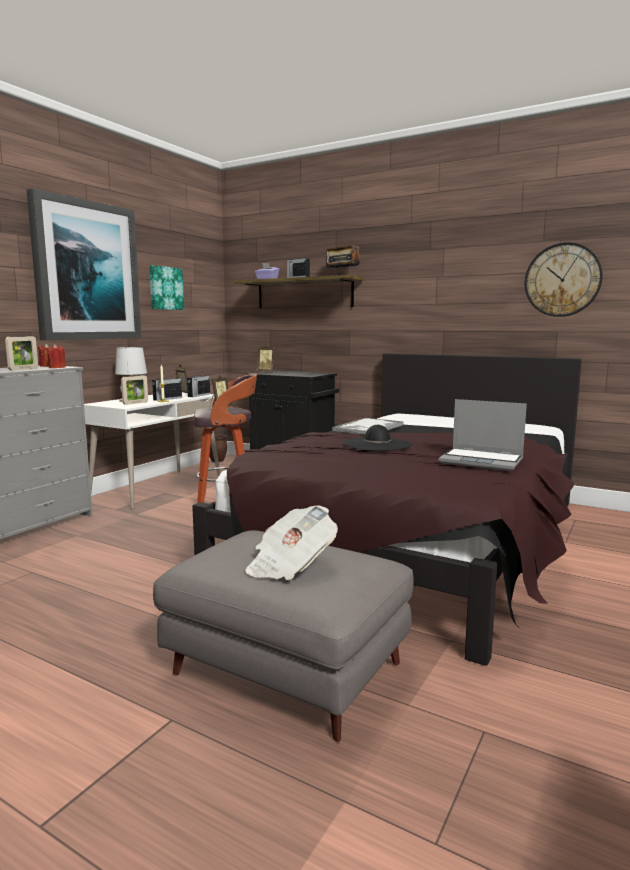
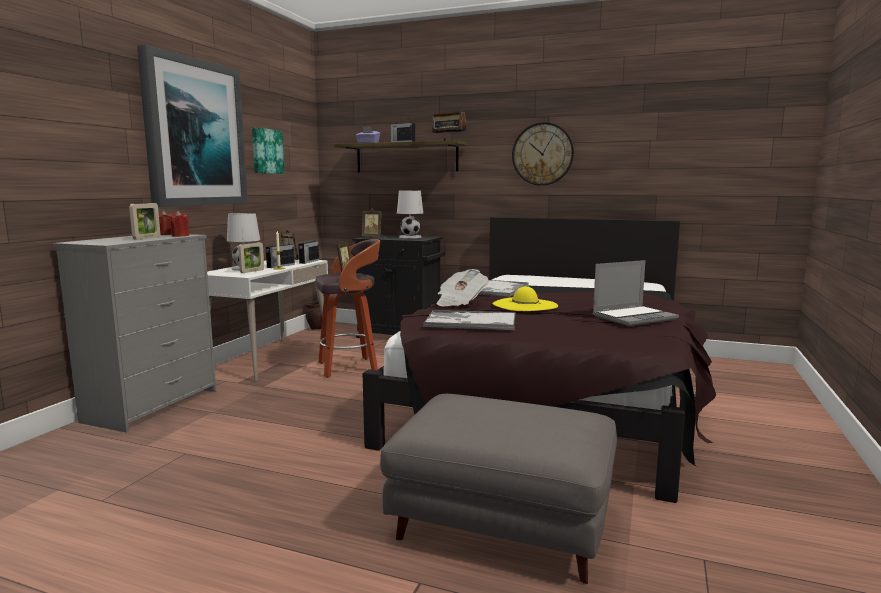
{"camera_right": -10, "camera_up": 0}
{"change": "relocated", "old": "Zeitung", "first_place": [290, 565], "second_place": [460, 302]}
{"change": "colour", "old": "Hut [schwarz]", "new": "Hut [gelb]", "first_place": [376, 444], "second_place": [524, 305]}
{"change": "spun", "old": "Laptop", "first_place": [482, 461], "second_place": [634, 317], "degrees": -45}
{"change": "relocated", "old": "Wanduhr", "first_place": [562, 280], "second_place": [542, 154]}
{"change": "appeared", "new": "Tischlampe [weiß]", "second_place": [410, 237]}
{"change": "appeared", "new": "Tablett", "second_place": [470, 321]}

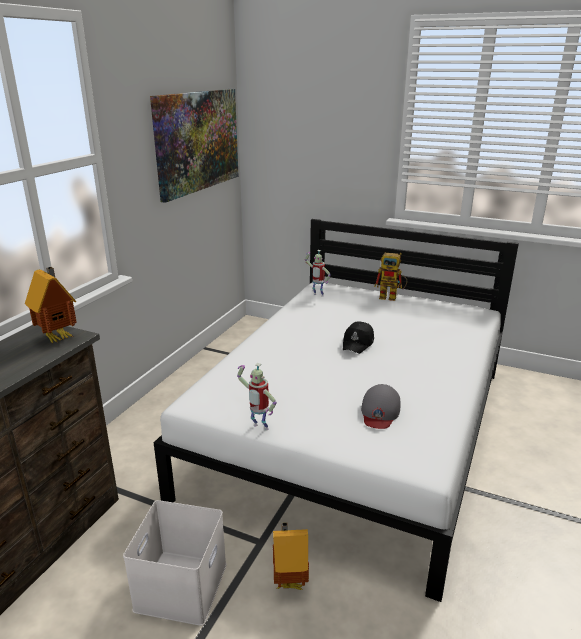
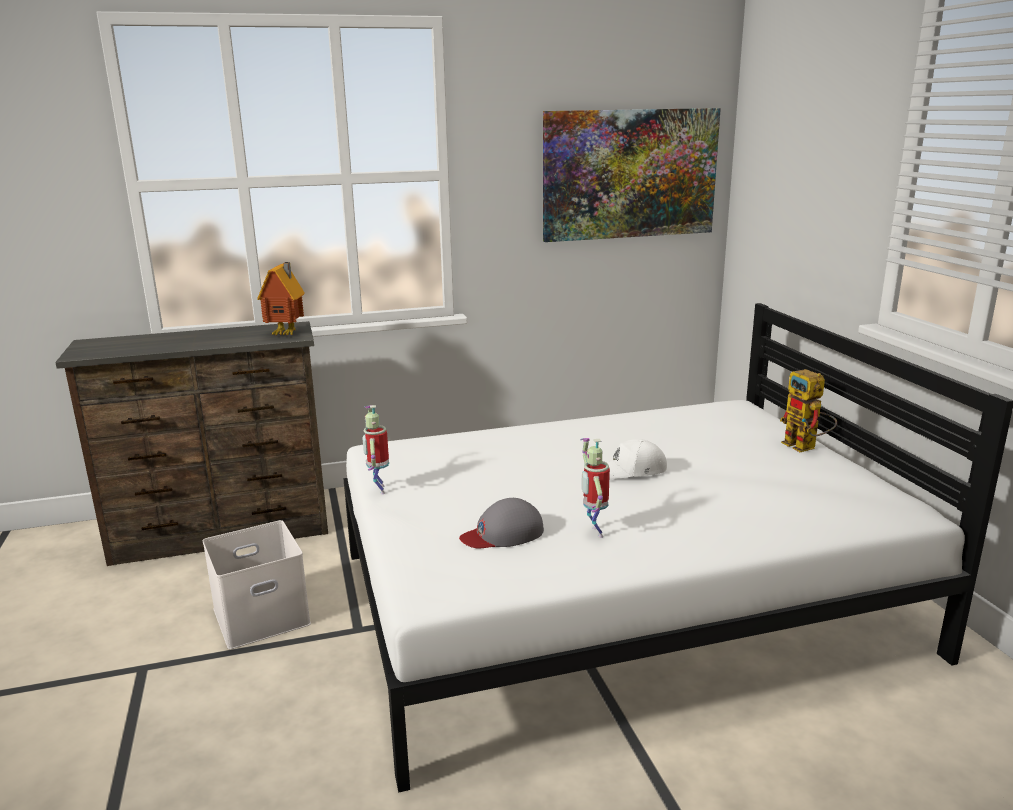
{"camera_right": 50, "camera_up": -5}
{"change": "missing", "old": "Spielzeughaus", "first_place": [289, 581]}
{"change": "relocated", "old": "Spielzeugroboter", "first_place": [317, 295], "second_place": [594, 532]}
{"change": "colour", "old": "Kappe [schwarz]", "new": "Kappe [weiß]", "first_place": [358, 343], "second_place": [632, 470]}

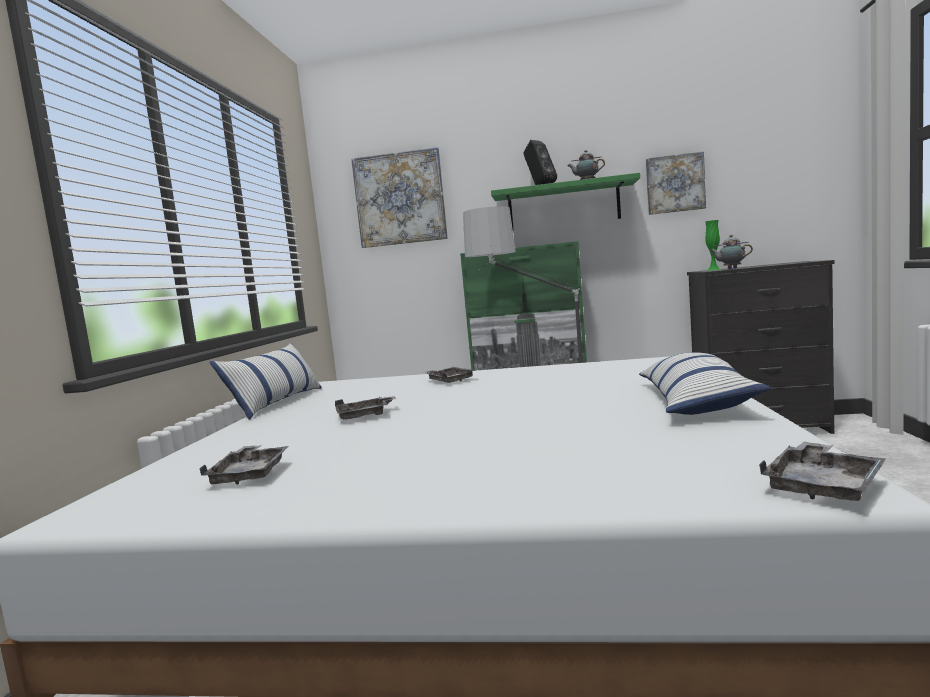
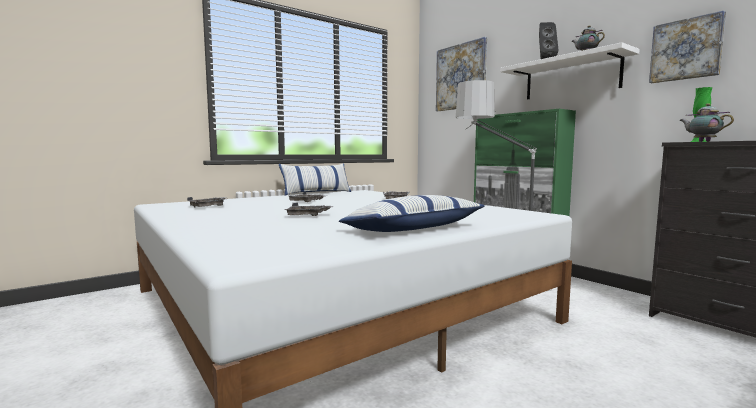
{"camera_right": 45, "camera_up": 0}
{"change": "colour", "old": "Wandregal [grün]", "new": "Wandregal [weiß]", "first_place": [563, 206], "second_place": [571, 77]}
{"change": "relocated", "old": "Tablett [grau]", "first_place": [823, 486], "second_place": [307, 216]}

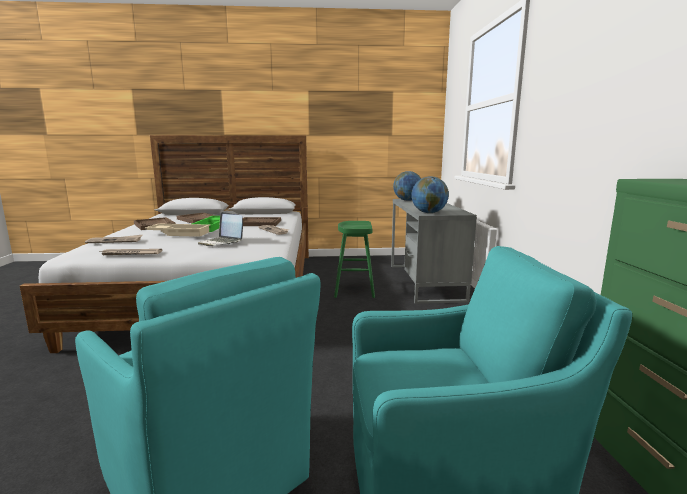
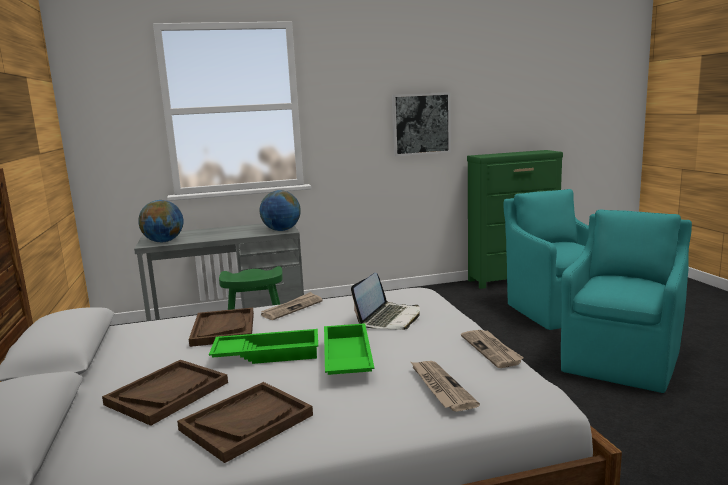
{"camera_right": -100, "camera_up": 0}
{"change": "colour", "old": "Tablett [beige]", "new": "Tablett [grün]", "first_place": [180, 233], "second_place": [345, 358]}
{"change": "appeared", "new": "Bild", "second_place": [421, 124]}

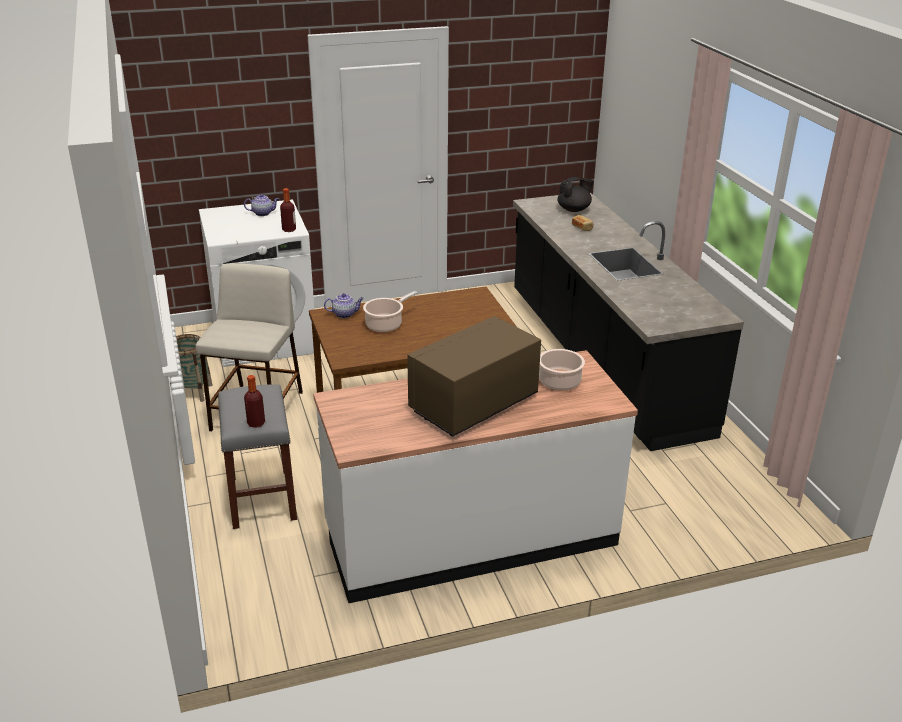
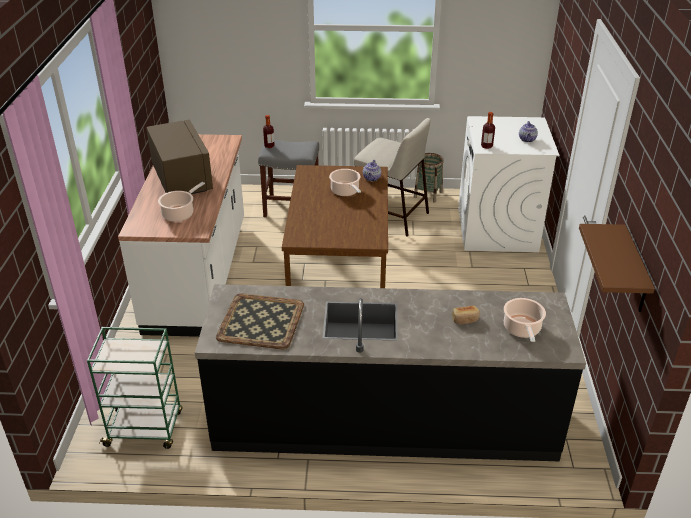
{"camera_right": 110, "camera_up": 5}
{"change": "exchanged", "old": "Teekanne [schwarz]", "new": "Kochtopf", "first_place": [574, 209], "second_place": [522, 329]}
{"change": "appeared", "new": "Rollwagen [grün]", "second_place": [145, 429]}
{"change": "appeared", "new": "Tablett", "second_place": [260, 322]}
{"change": "appeared", "new": "Wandregal [braun]", "second_place": [634, 271]}

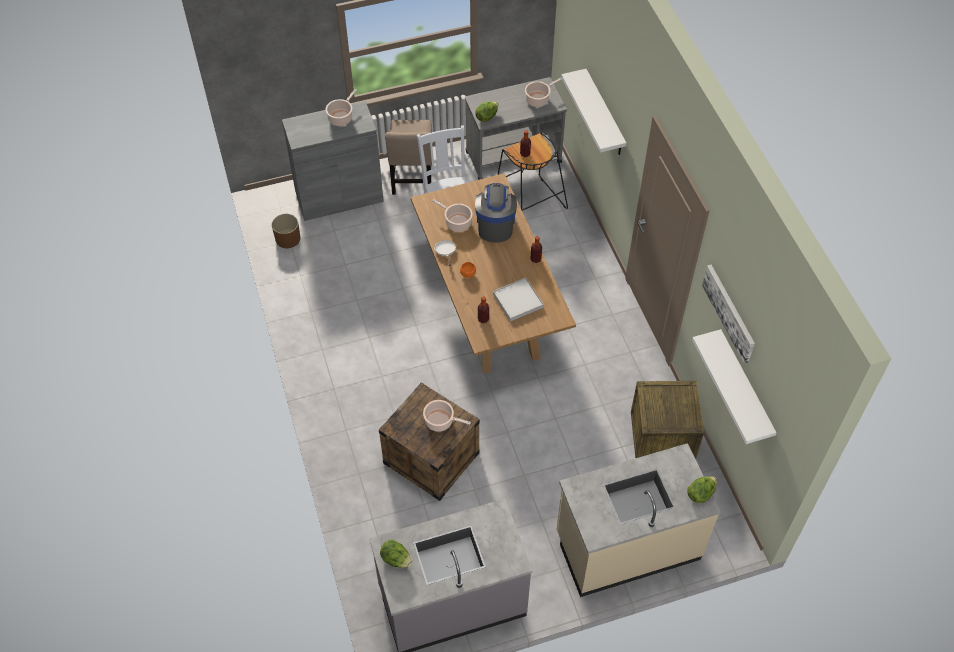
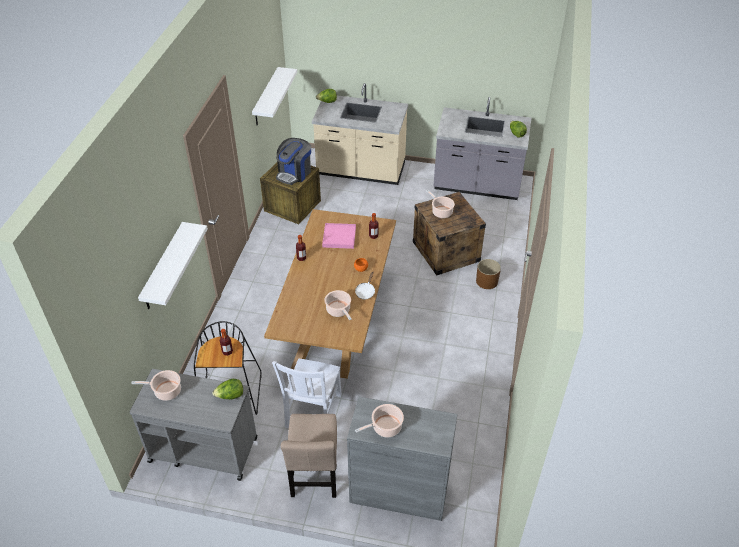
{"camera_right": -150, "camera_up": -10}
{"change": "relocated", "old": "Pflanzkübel [braun]", "first_place": [287, 238], "second_place": [486, 281]}
{"change": "spun", "old": "Stuhl [beige]", "first_place": [412, 178], "second_place": [314, 475], "degrees": 150}
{"change": "relocated", "old": "Kaffeemaschine", "first_place": [495, 224], "second_place": [294, 173]}
{"change": "colour", "old": "Tablett [weiß]", "new": "Tablett [rosa]", "first_place": [517, 301], "second_place": [339, 237]}
{"change": "missing", "old": "Bild", "first_place": [729, 312]}

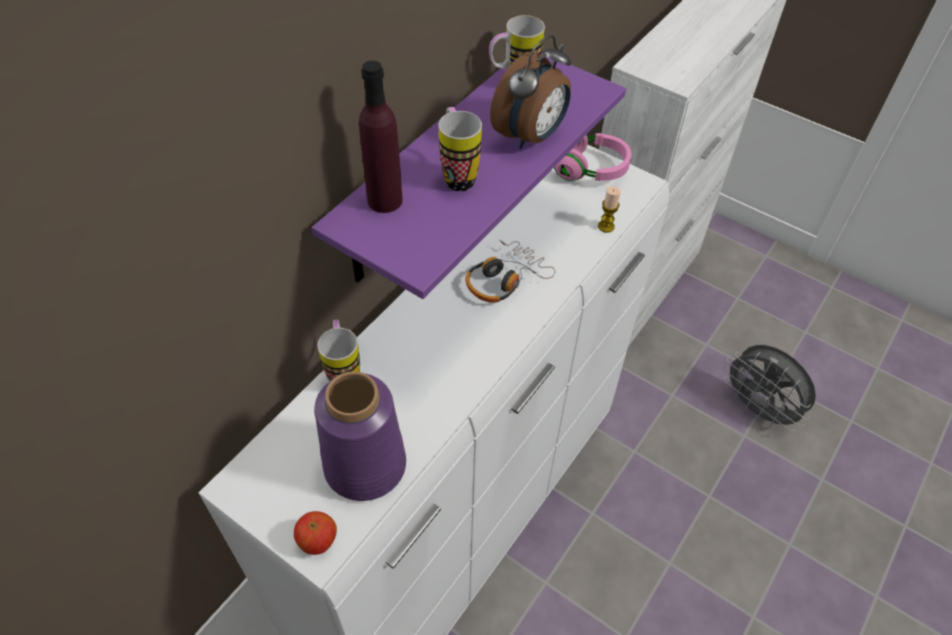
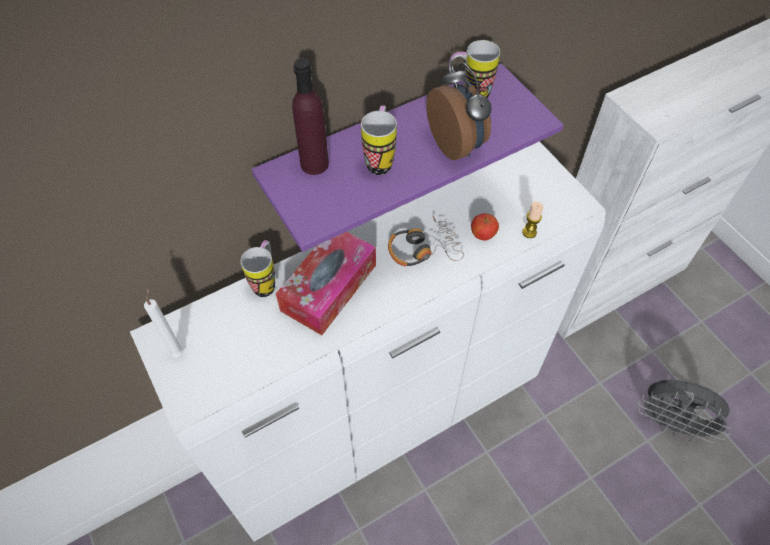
{"camera_right": 25, "camera_up": 5}
{"change": "relocated", "old": "Apfel", "first_place": [318, 541], "second_place": [483, 235]}
{"change": "missing", "old": "Vase [lila]", "first_place": [366, 464]}
{"change": "spun", "old": "Wecker", "first_place": [531, 136], "second_place": [457, 145], "degrees": -90}
{"change": "missing", "old": "Kopfhörer [rosa]", "first_place": [589, 169]}
{"change": "spun", "old": "Ventilator [grau]", "first_place": [758, 410], "second_place": [671, 423], "degrees": -45}
{"change": "appeared", "new": "Kerze [weiß]", "second_place": [178, 351]}
{"change": "appeared", "new": "Taschentuchbox", "second_place": [329, 287]}

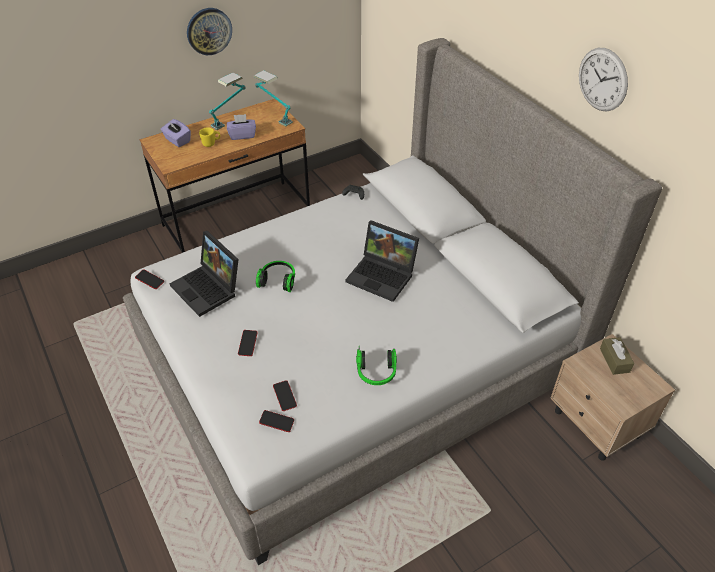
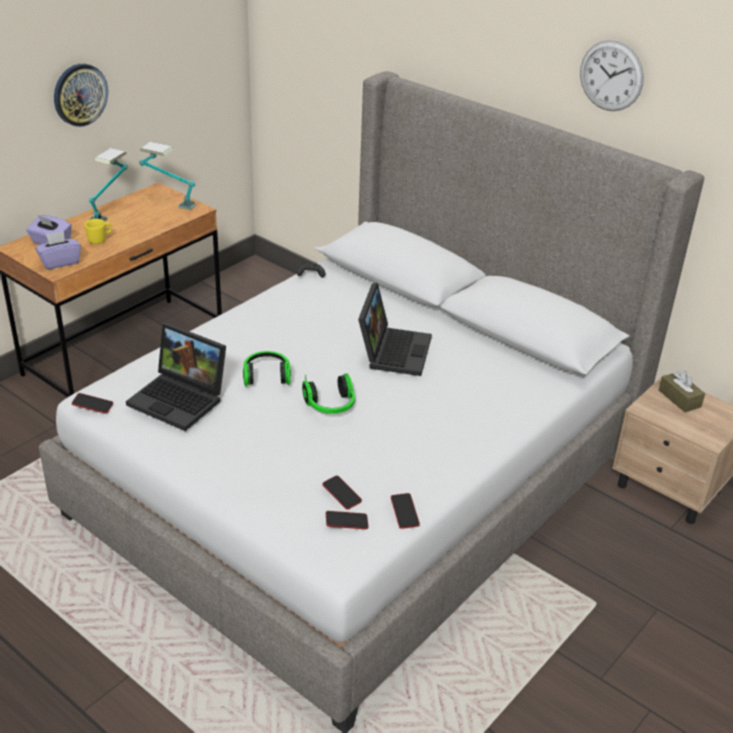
{"camera_right": -20, "camera_up": -10}
{"change": "relocated", "old": "Taschentuchbox [lila]", "first_place": [242, 135], "second_place": [60, 262]}
{"change": "relocated", "old": "Handy", "first_place": [248, 344], "second_place": [404, 513]}
{"change": "spun", "old": "Laptop", "first_place": [383, 275], "second_place": [393, 350], "degrees": -90}
{"change": "relocated", "old": "Kopfhörer", "first_place": [376, 373], "second_place": [331, 406]}

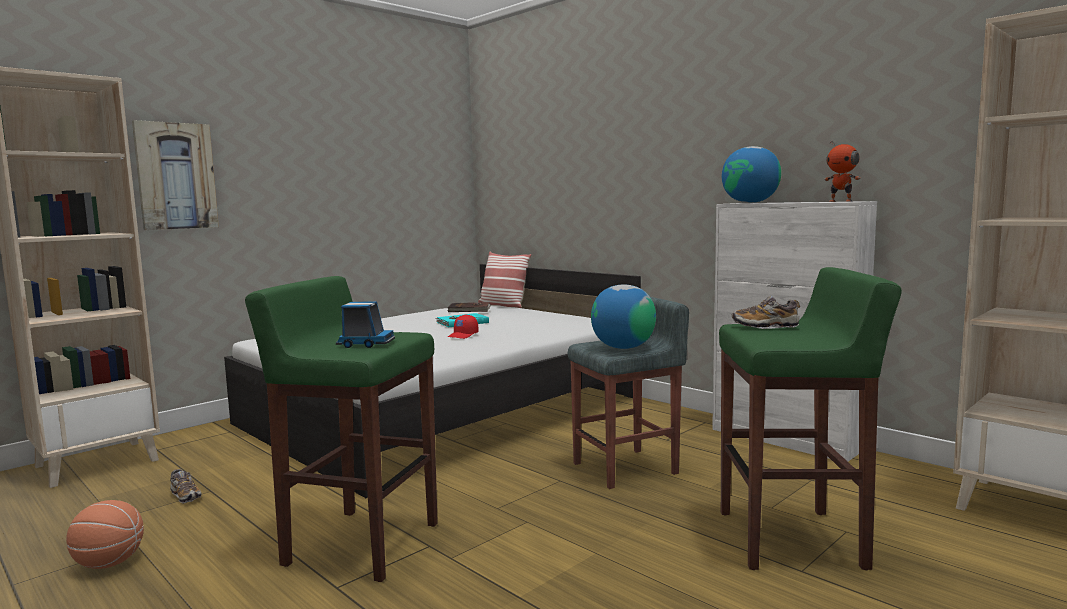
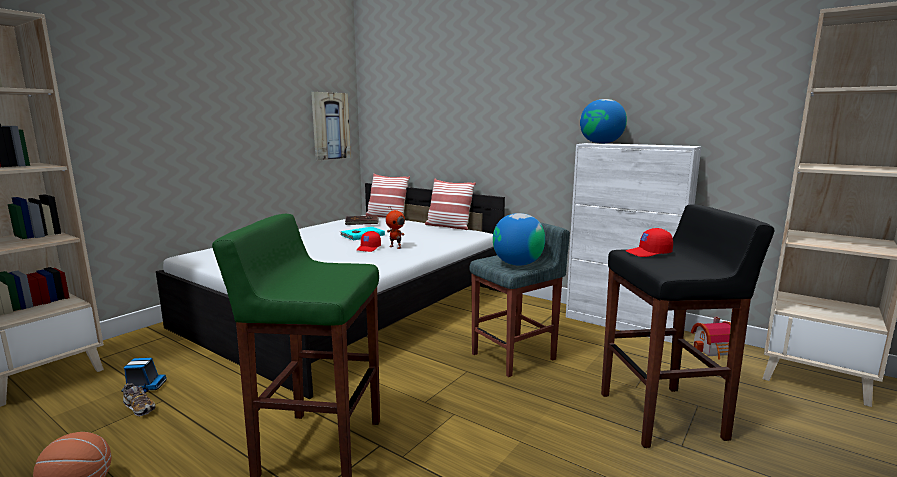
{"camera_right": -10, "camera_up": 5}
{"change": "relocated", "old": "Bild", "first_place": [176, 176], "second_place": [330, 126]}
{"change": "relocated", "old": "Spielzeuglaster", "first_place": [365, 344], "second_place": [144, 387]}
{"change": "colour", "old": "Hocker [grün]", "new": "Hocker [schwarz]", "first_place": [792, 539], "second_place": [663, 416]}
{"change": "exchanged", "old": "Schuh", "new": "Kappe [rot]", "first_place": [765, 326], "second_place": [649, 253]}
{"change": "relocated", "old": "Spielzeugroboter", "first_place": [841, 201], "second_place": [396, 247]}
{"change": "appeared", "new": "Kissen", "second_place": [448, 226]}
{"change": "appeared", "new": "Spielzeughaus", "second_place": [714, 350]}

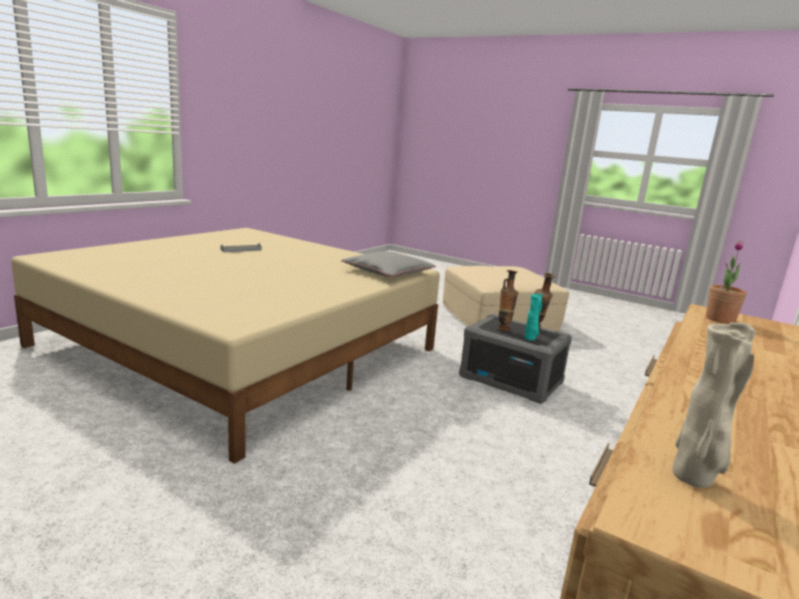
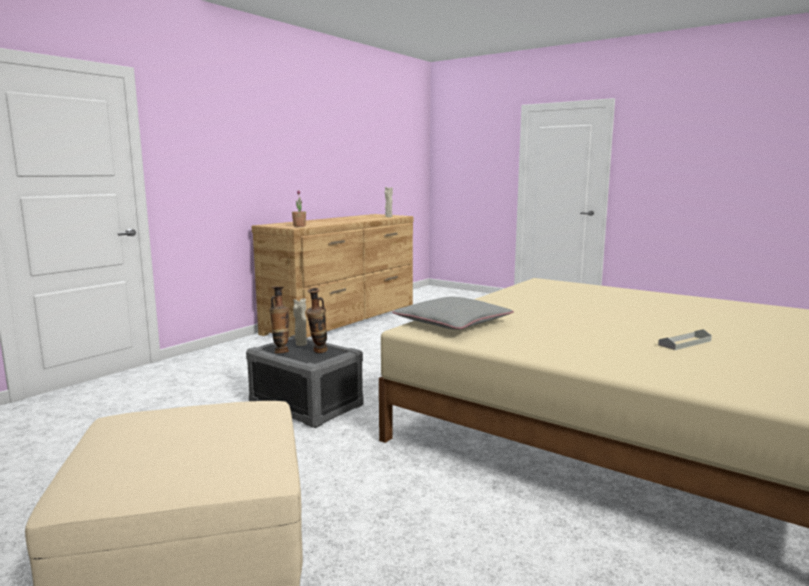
{"camera_right": -175, "camera_up": -5}
{"change": "colour", "old": "Vase [türkis]", "new": "Vase [beige]", "first_place": [530, 339], "second_place": [300, 344]}

